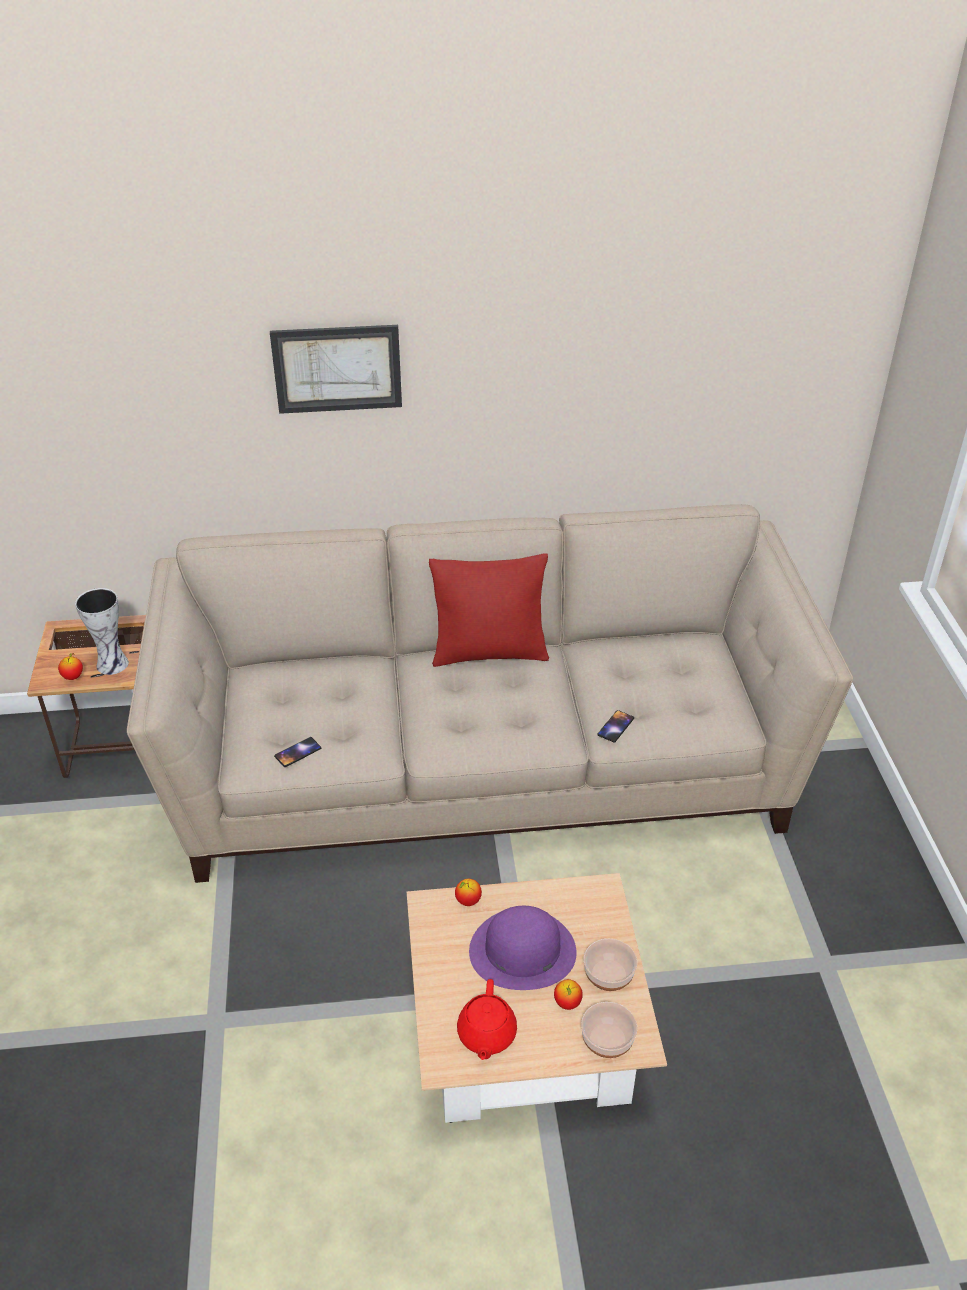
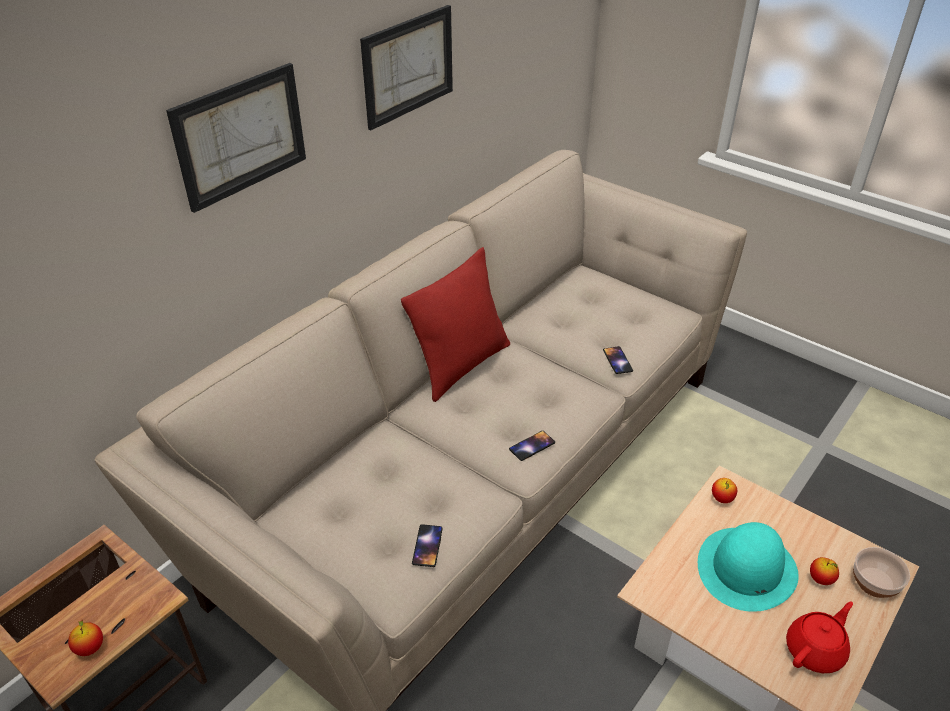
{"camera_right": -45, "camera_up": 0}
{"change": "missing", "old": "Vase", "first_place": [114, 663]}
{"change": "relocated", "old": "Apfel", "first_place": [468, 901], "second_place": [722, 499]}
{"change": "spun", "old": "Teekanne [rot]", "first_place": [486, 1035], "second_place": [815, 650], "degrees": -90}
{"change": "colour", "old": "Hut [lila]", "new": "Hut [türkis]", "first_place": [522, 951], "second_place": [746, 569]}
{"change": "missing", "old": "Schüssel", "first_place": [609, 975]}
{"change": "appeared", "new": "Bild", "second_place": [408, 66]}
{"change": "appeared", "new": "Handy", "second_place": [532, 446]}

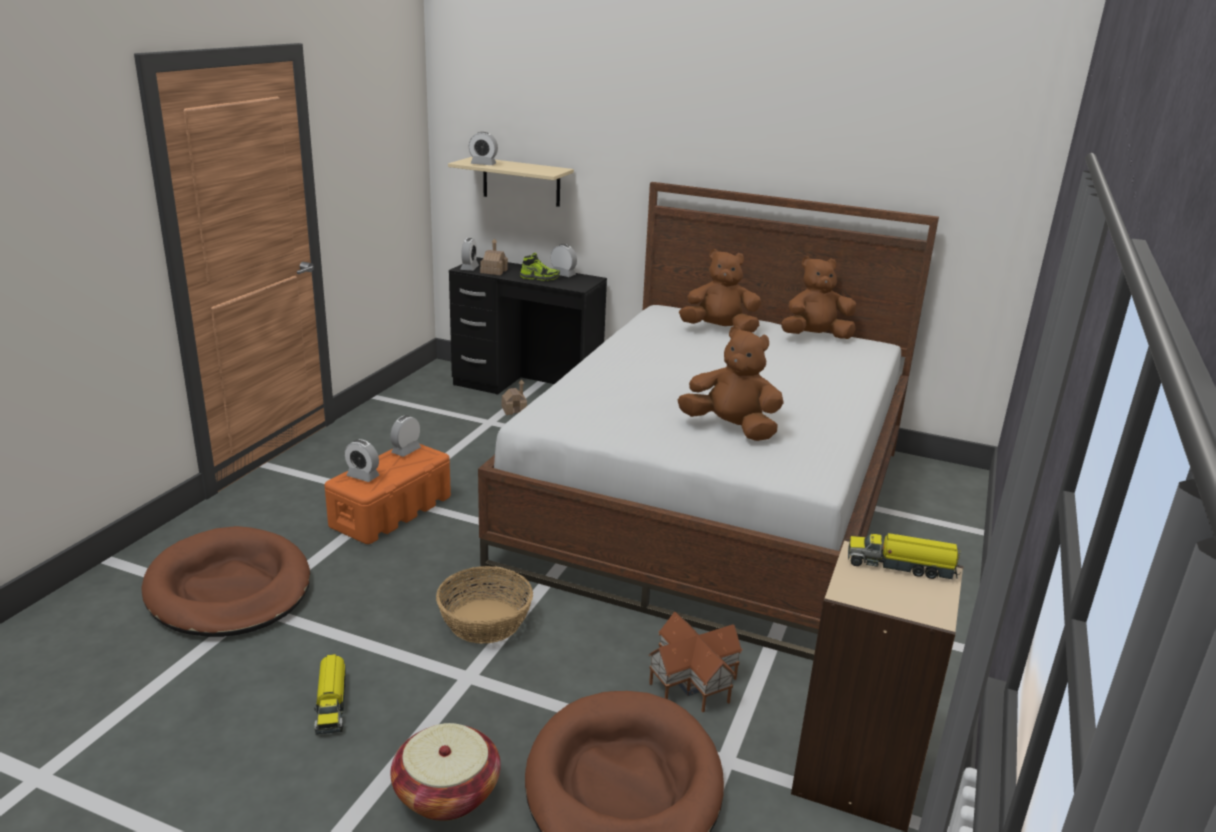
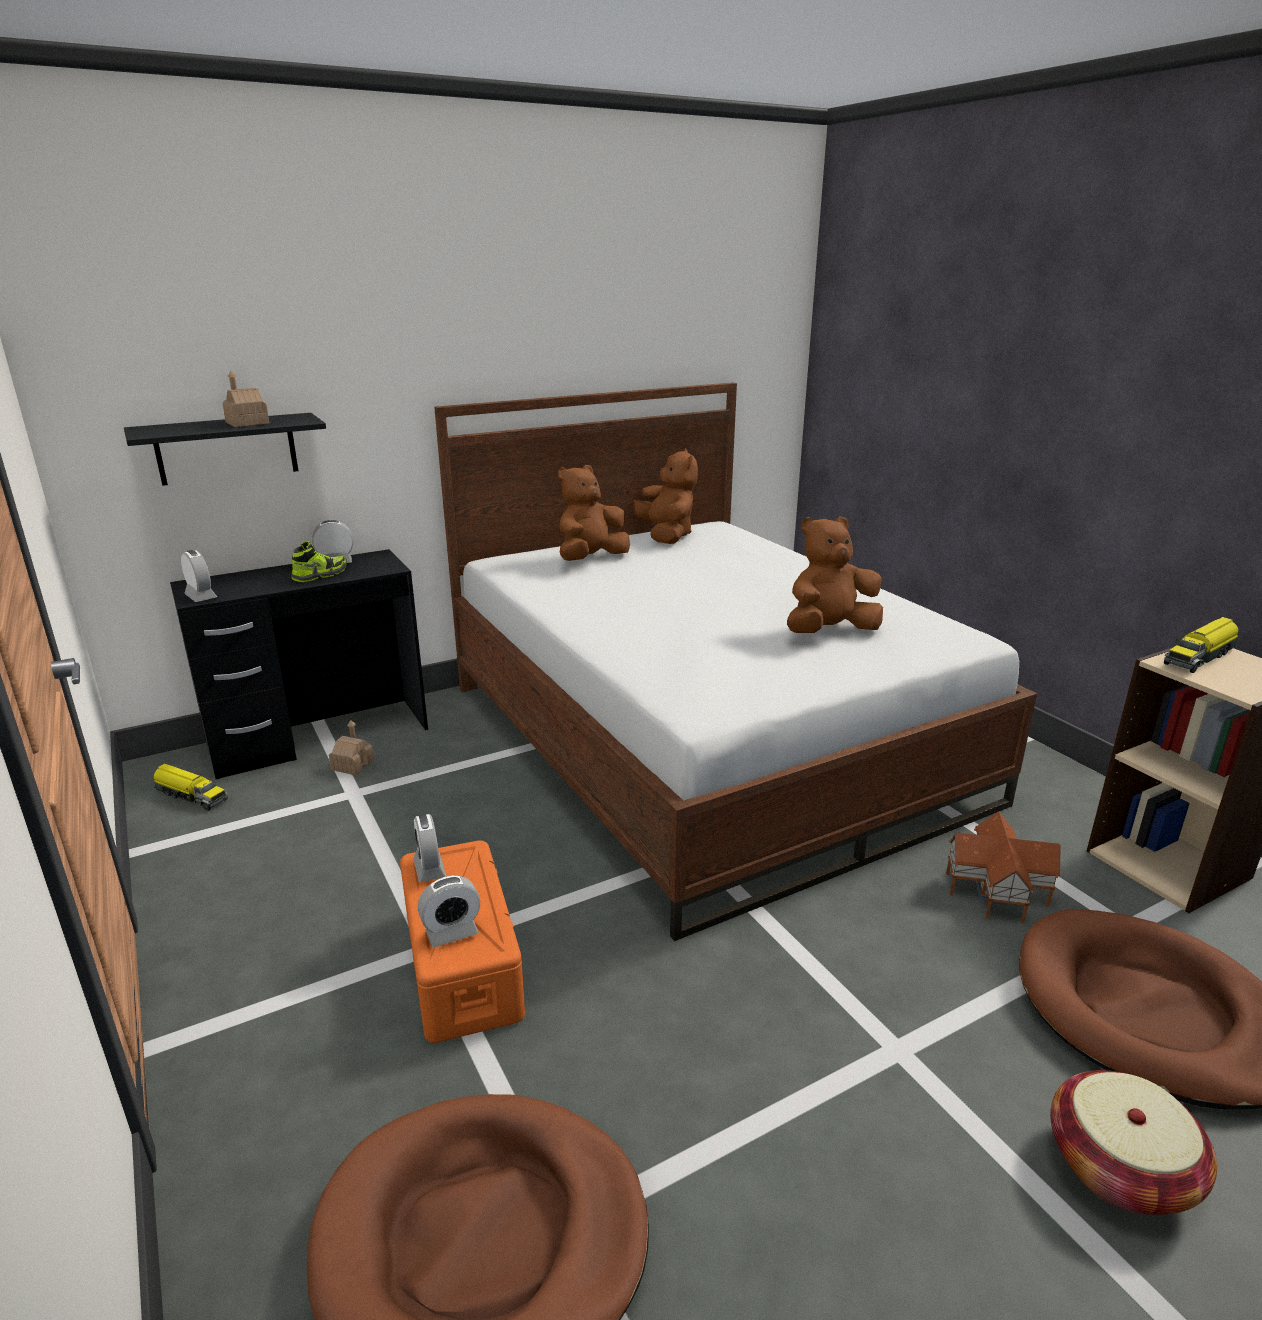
{"camera_right": -50, "camera_up": 0}
{"change": "relocated", "old": "Spielzeuglaster", "first_place": [331, 703], "second_place": [191, 795]}
{"change": "missing", "old": "Korb", "first_place": [485, 621]}
{"change": "colour", "old": "Wandregal [beige]", "new": "Wandregal [schwarz]", "first_place": [521, 182], "second_place": [226, 449]}
{"change": "missing", "old": "Wecker", "first_place": [483, 164]}
{"change": "relocated", "old": "Spielzeughaus", "first_place": [494, 271], "second_place": [247, 423]}
{"change": "spun", "old": "Plüschtier [braun]", "first_place": [815, 337], "second_place": [666, 536], "degrees": 135}

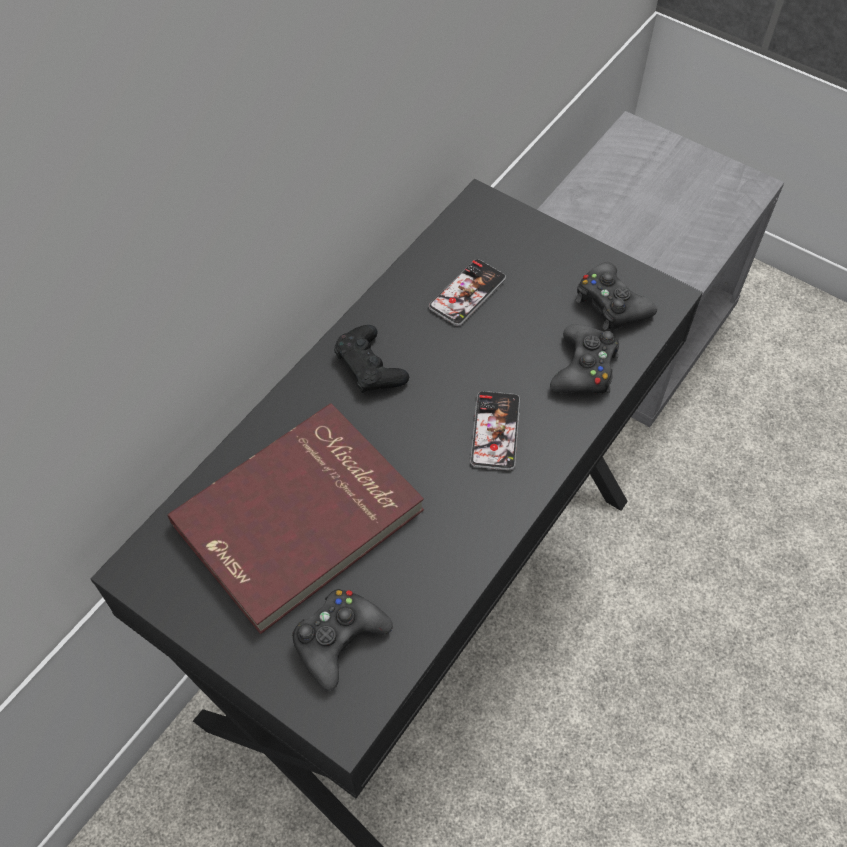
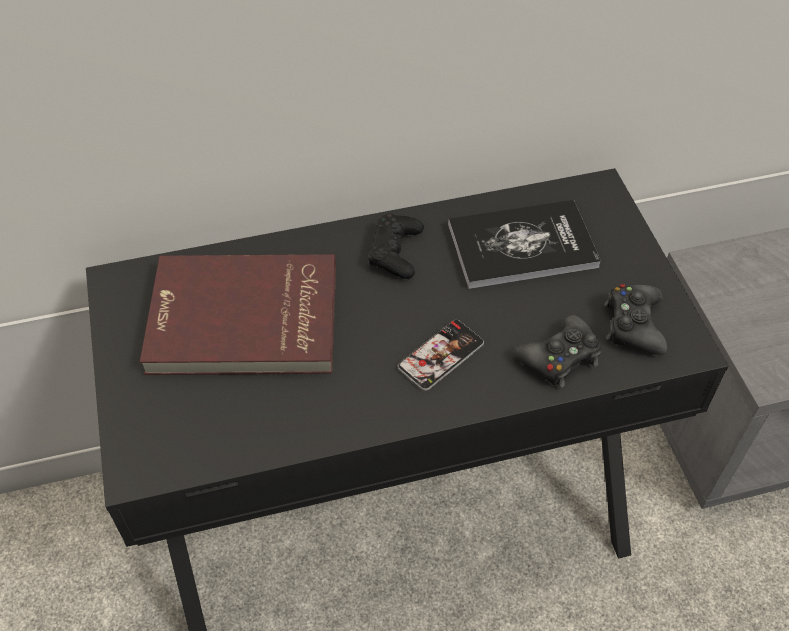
{"camera_right": 40, "camera_up": -5}
{"change": "missing", "old": "Gamepad [schwarz]", "first_place": [338, 639]}
{"change": "exchanged", "old": "Handy", "new": "Buch", "first_place": [467, 293], "second_place": [522, 246]}

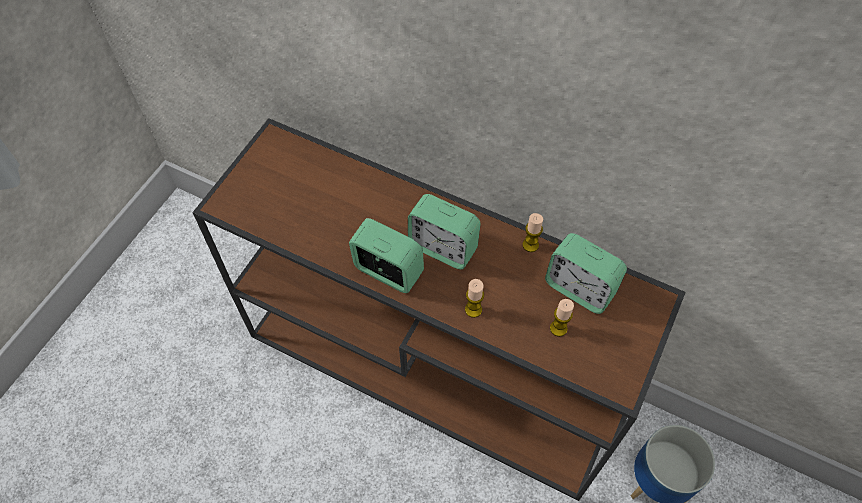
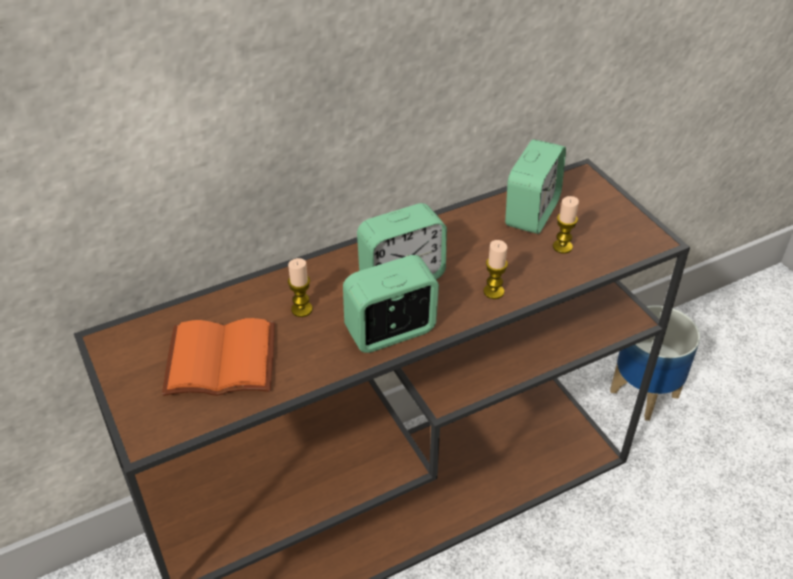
{"camera_right": -55, "camera_up": -15}
{"change": "relocated", "old": "Kerze", "first_place": [530, 245], "second_place": [301, 309]}
{"change": "spun", "old": "Wecker", "first_place": [579, 288], "second_place": [531, 213], "degrees": -45}
{"change": "appeared", "new": "Buch [orange]", "second_place": [219, 363]}

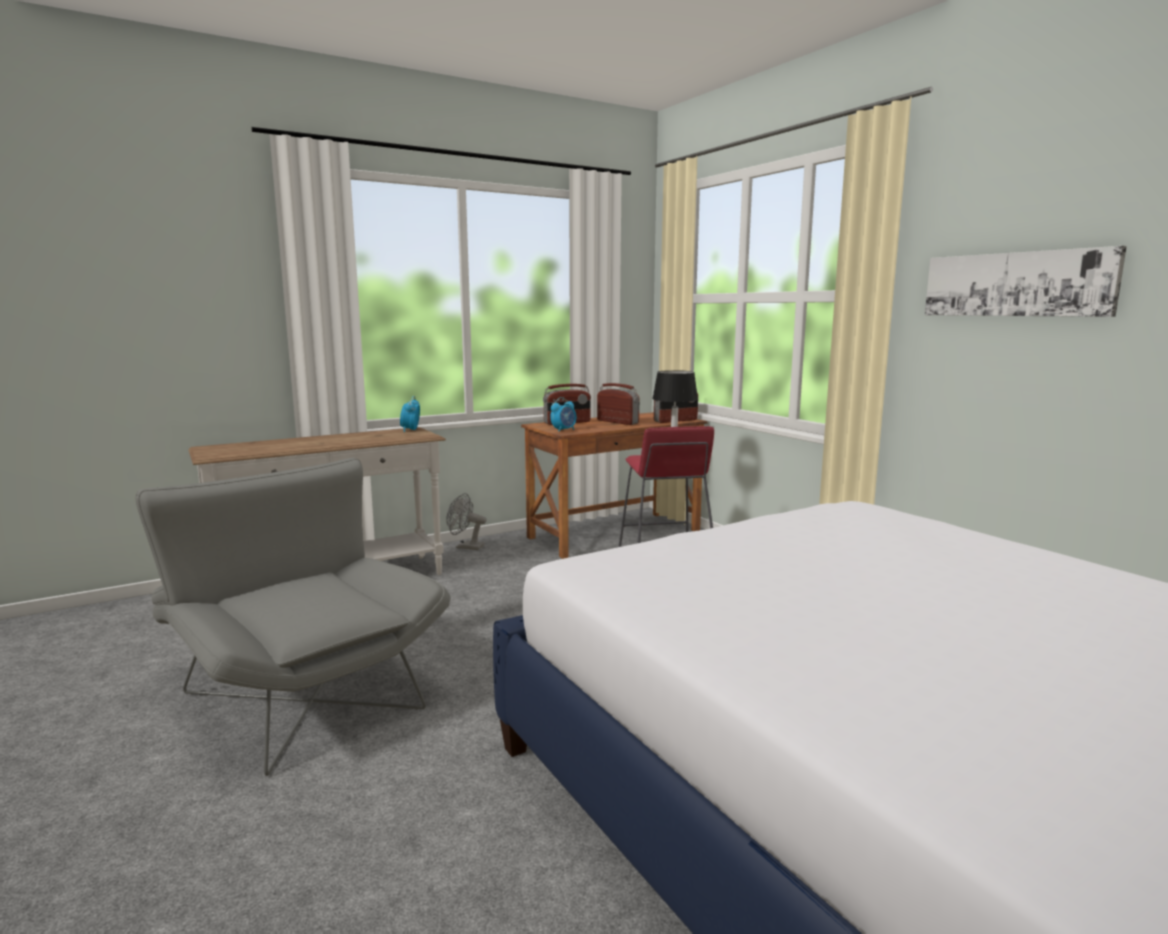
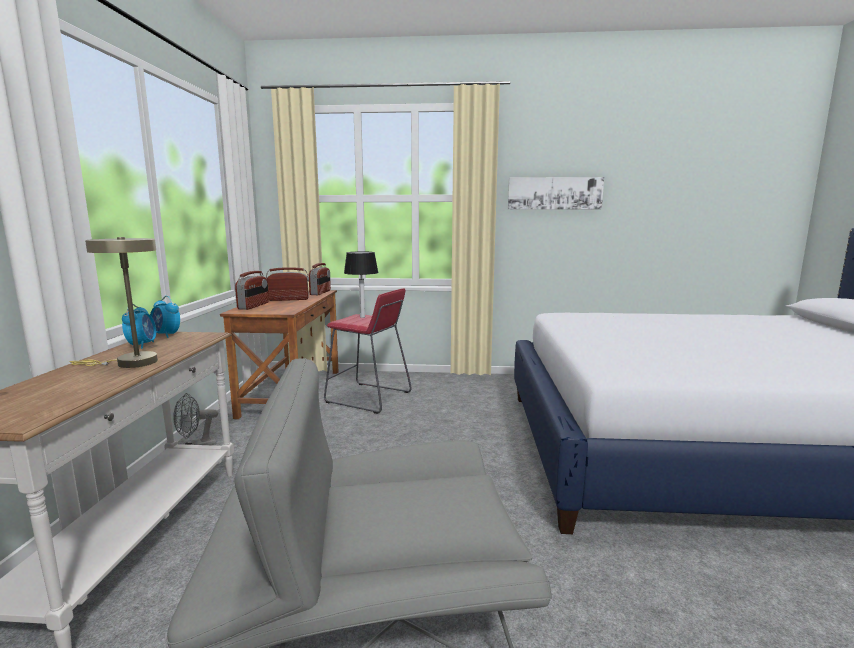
{"camera_right": -55, "camera_up": 0}
{"change": "relocated", "old": "Wecker", "first_place": [564, 430], "second_place": [142, 345]}
{"change": "appeared", "new": "Tischlampe [beige]", "second_place": [130, 363]}

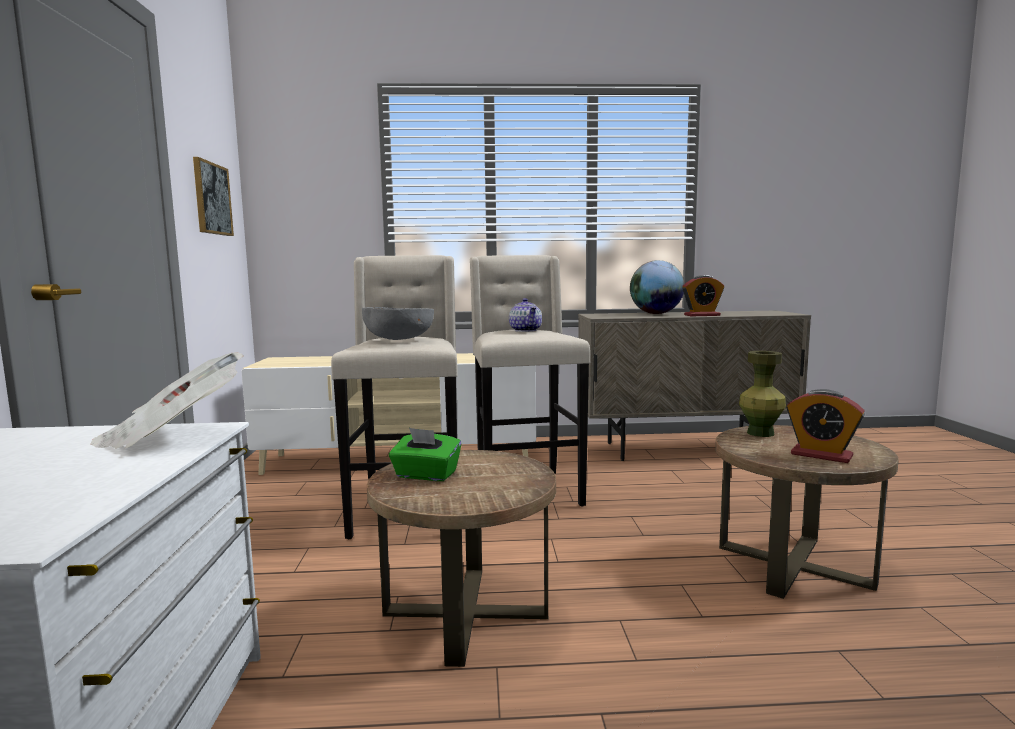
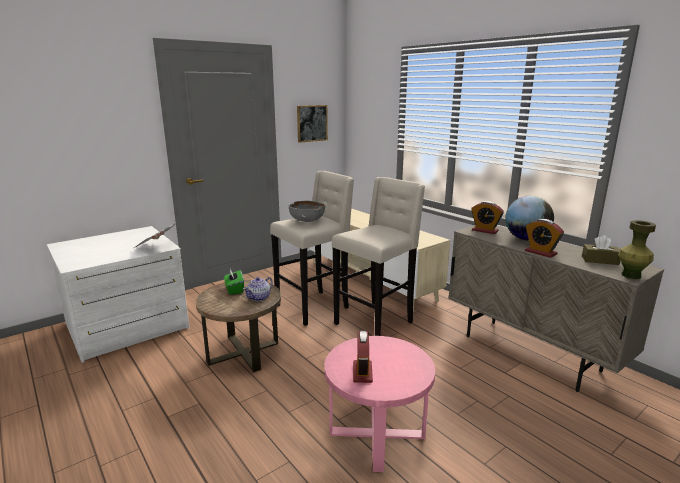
{"camera_right": 55, "camera_up": 10}
{"change": "relocated", "old": "Teekanne", "first_place": [525, 330], "second_place": [259, 298]}
{"change": "colour", "old": "Beistelltisch [braun]", "new": "Beistelltisch [rosa]", "first_place": [793, 565], "second_place": [377, 433]}
{"change": "relocated", "old": "Vase [grün]", "first_place": [760, 433], "second_place": [631, 275]}
{"change": "appeared", "new": "Wecker", "second_place": [485, 230]}
{"change": "appeared", "new": "Taschentuchbox [braun]", "second_place": [600, 260]}

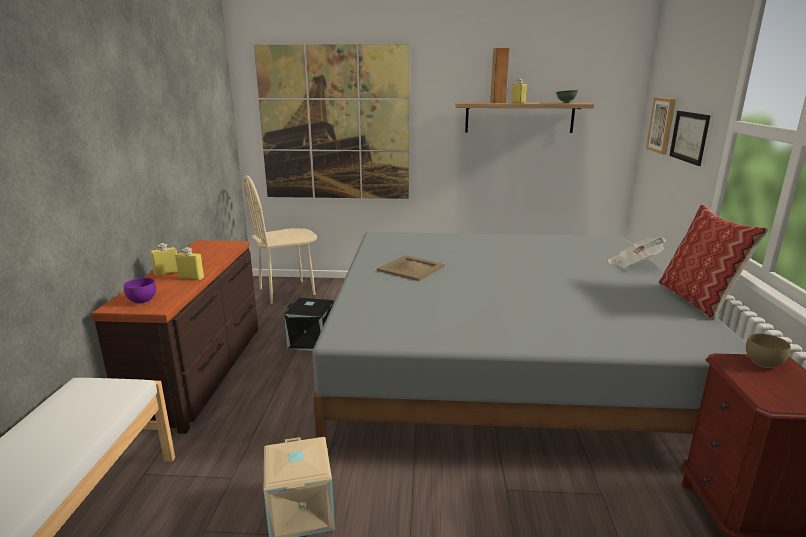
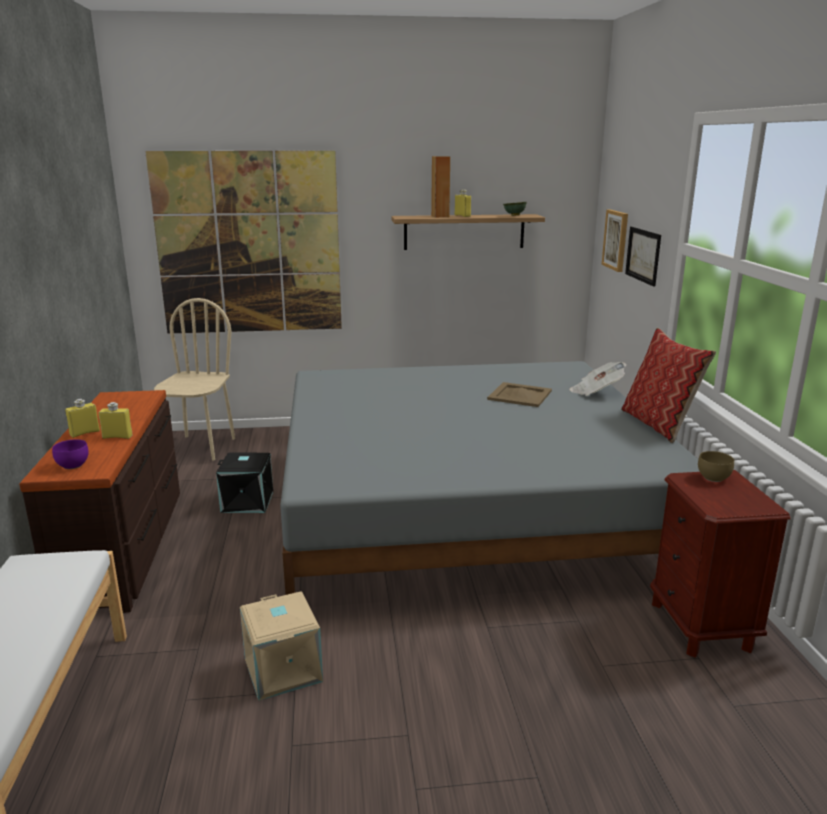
{"camera_right": -10, "camera_up": 0}
{"change": "spun", "old": "Stuhl [beige]", "first_place": [287, 291], "second_place": [200, 448], "degrees": 135}
{"change": "relocated", "old": "Tablett [beige]", "first_place": [411, 268], "second_place": [520, 395]}

